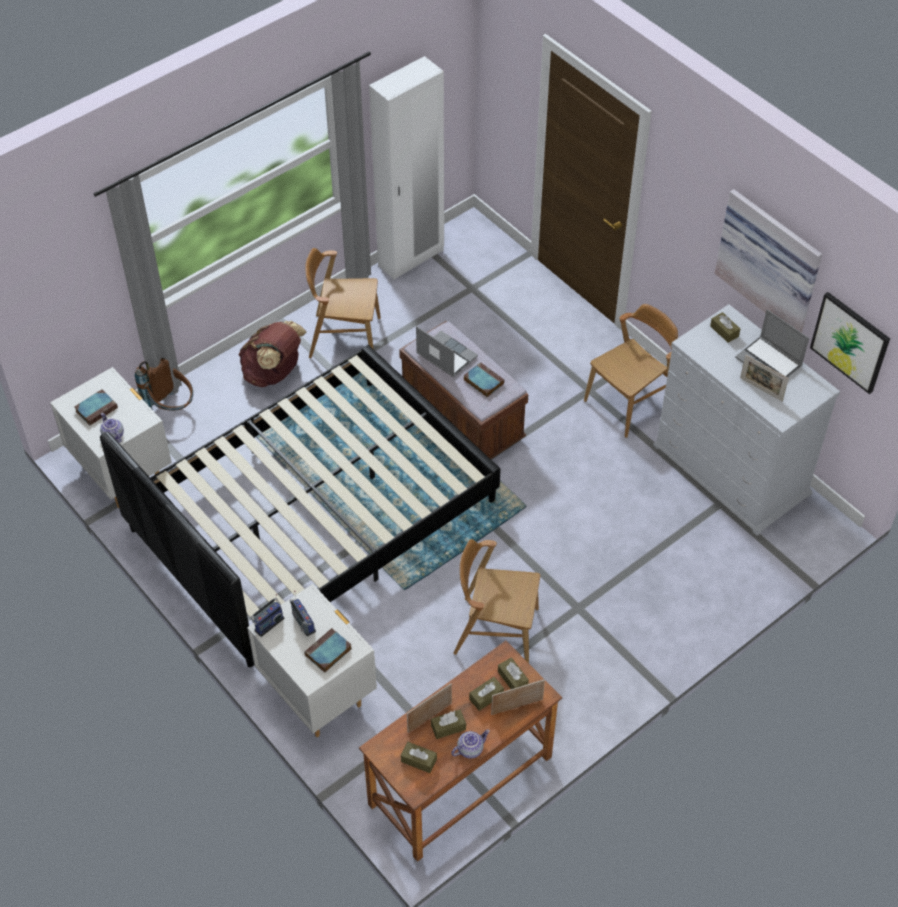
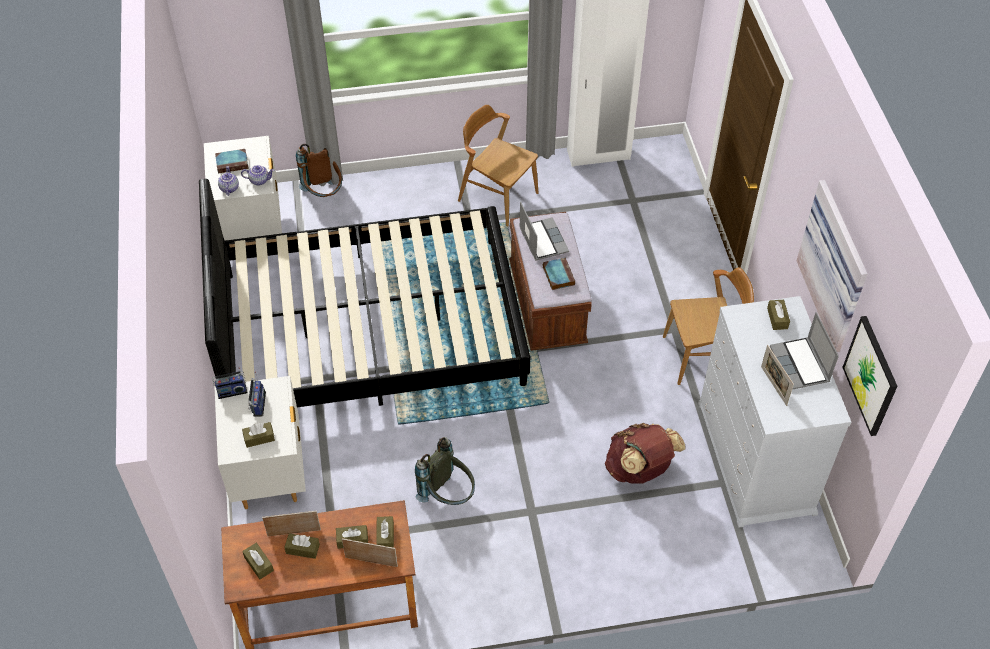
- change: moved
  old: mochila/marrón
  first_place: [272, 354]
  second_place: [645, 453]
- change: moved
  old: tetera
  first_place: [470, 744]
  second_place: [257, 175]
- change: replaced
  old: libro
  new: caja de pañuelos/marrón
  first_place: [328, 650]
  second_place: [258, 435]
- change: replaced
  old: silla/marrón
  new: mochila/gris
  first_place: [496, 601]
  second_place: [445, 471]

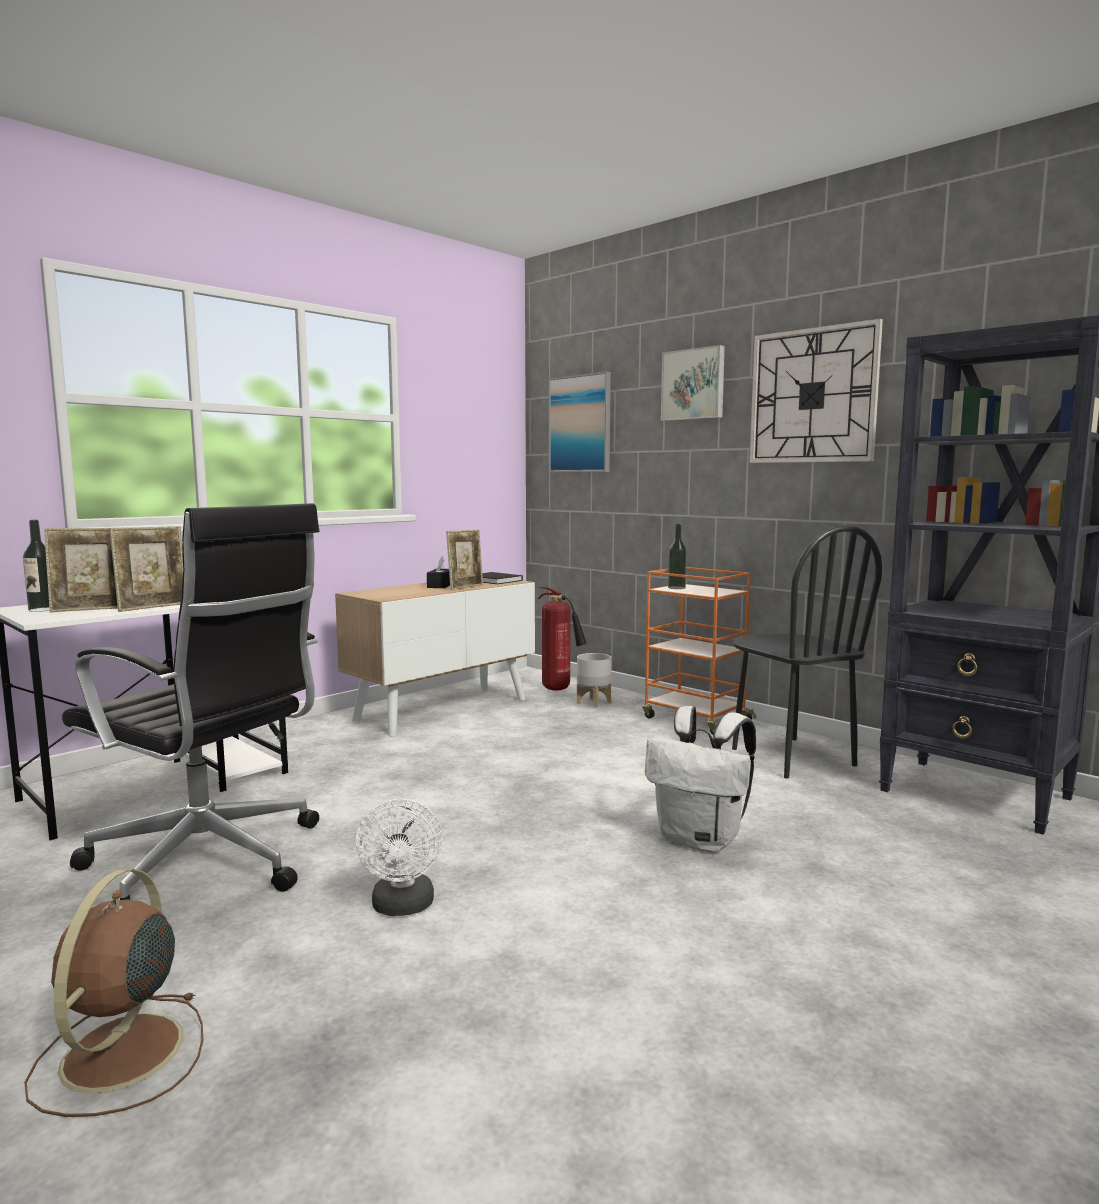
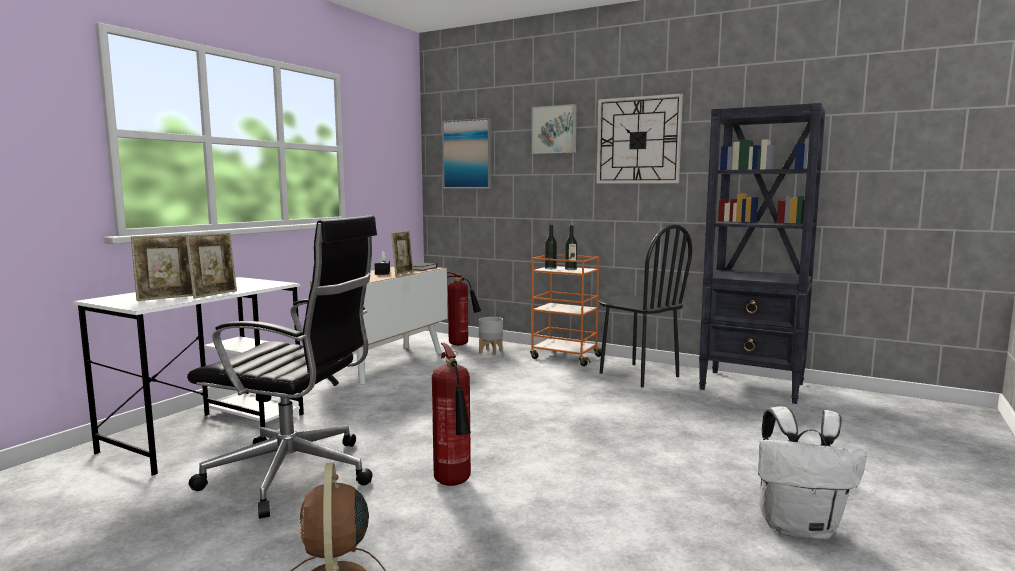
- change: moved
  old: botella
  first_place: [36, 566]
  second_place: [571, 247]
- change: moved
  old: mochila/blanco
  first_place: [700, 779]
  second_place: [812, 473]
- change: replaced
  old: ventilador/blanco
  new: extintor
  first_place: [399, 857]
  second_place: [451, 414]

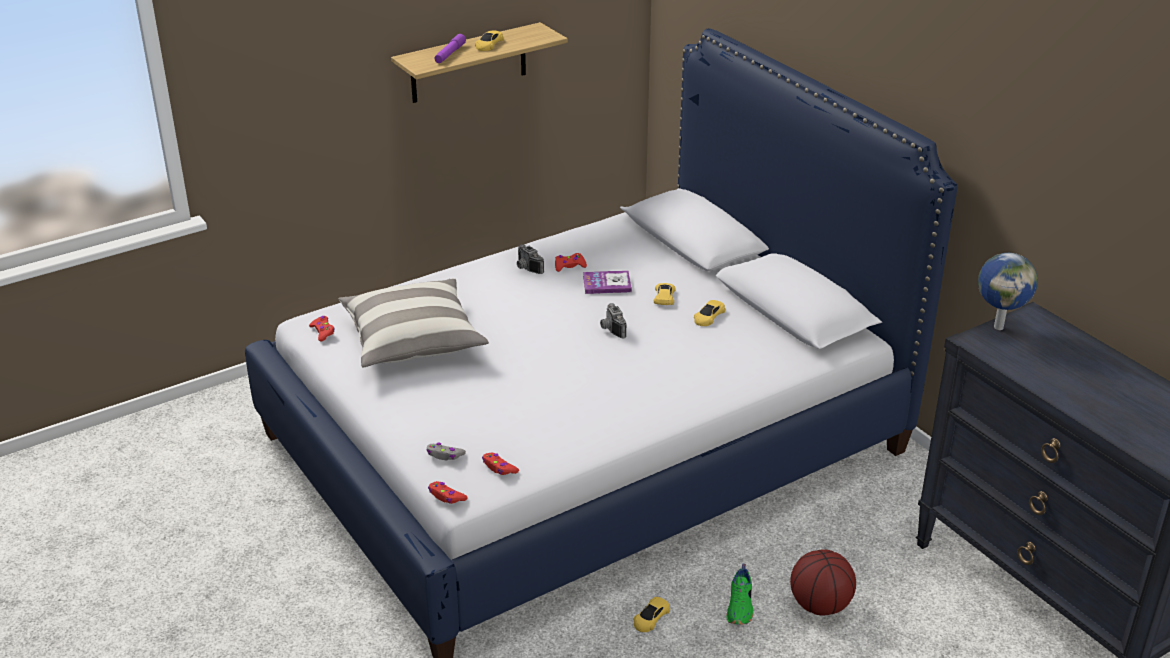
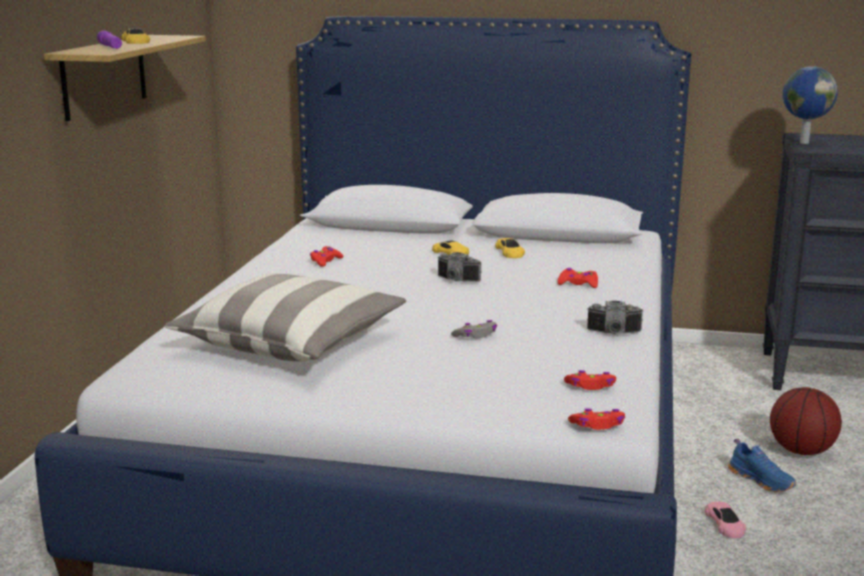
- change: removed
  old: libro
  first_place: [607, 282]
- change: moved
  old: mando de consola/rojo
  first_place: [322, 329]
  second_place: [577, 278]
- change: moved
  old: mando de consola/gris
  first_place: [446, 451]
  second_place: [474, 329]
- change: moved
  old: cámara
  first_place: [530, 259]
  second_place: [615, 317]
- change: recoloured
  old: coche de juguete/amarillo
  new: coche de juguete/rosa
  first_place: [651, 614]
  second_place: [725, 519]
- change: recoloured
  old: zapato/verde
  new: zapato/azul
  first_place: [739, 594]
  second_place: [762, 465]

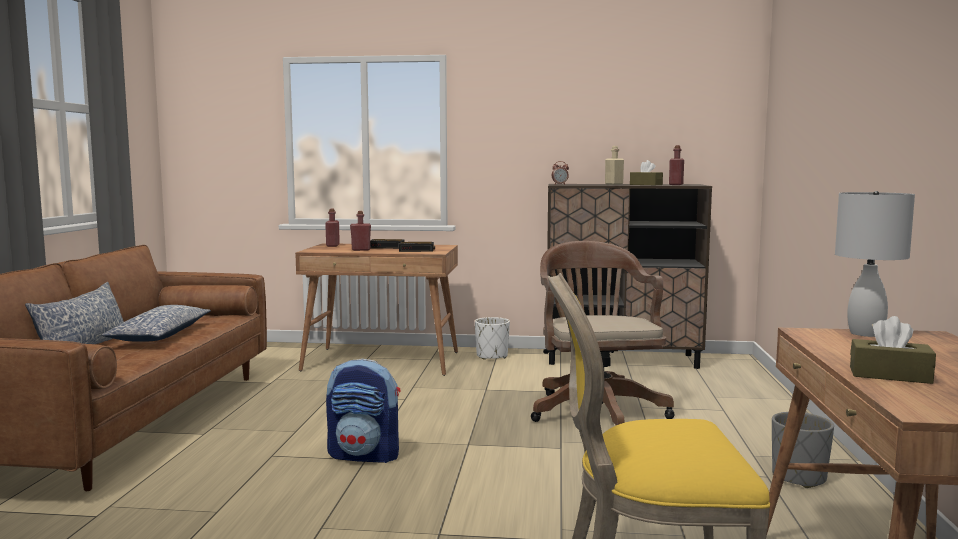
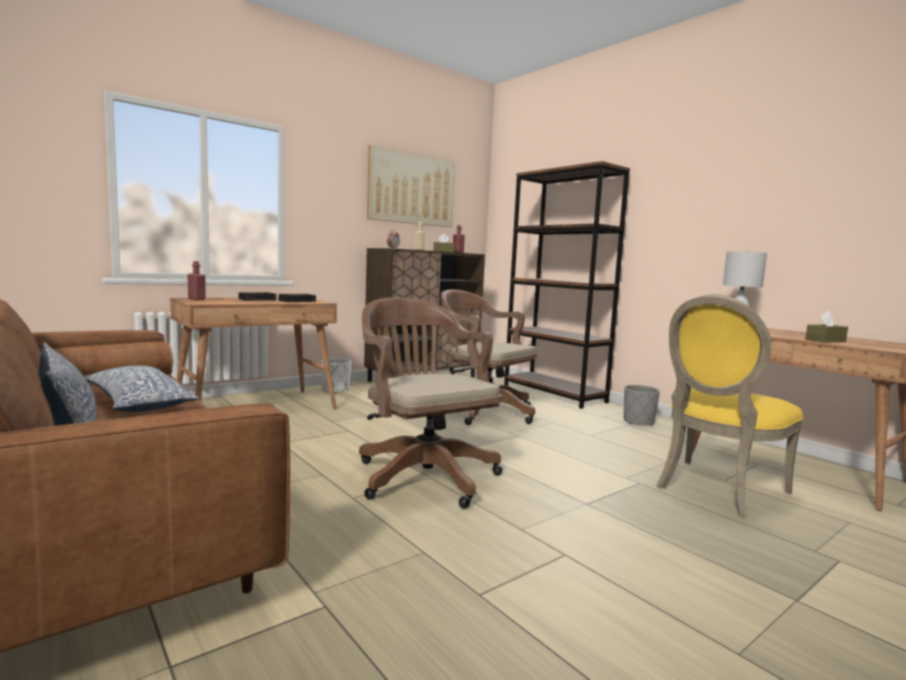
- change: removed
  old: botella/rojo
  first_place: [360, 231]
- change: added
  new: cuadro
  second_place: [411, 186]
- change: added
  new: estantería/marrón
  second_place: [567, 285]
- change: replaced
  old: mochila
  new: silla de oficina/marrón
  first_place: [363, 411]
  second_place: [431, 403]

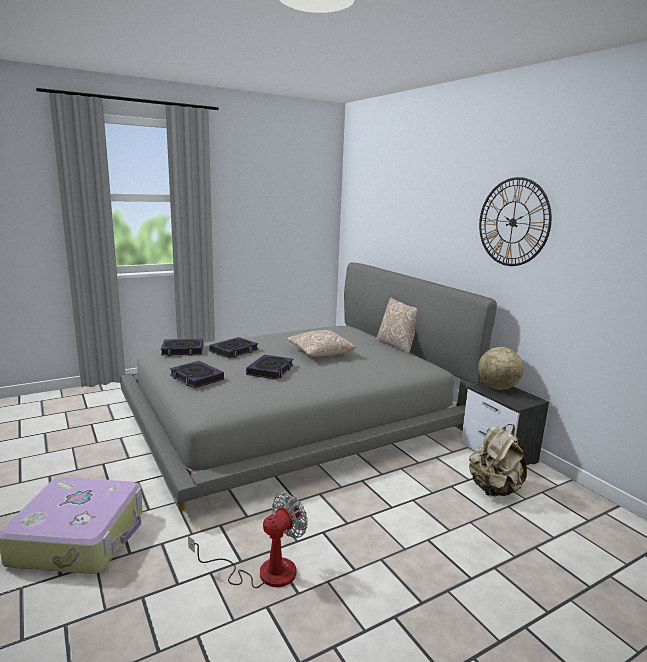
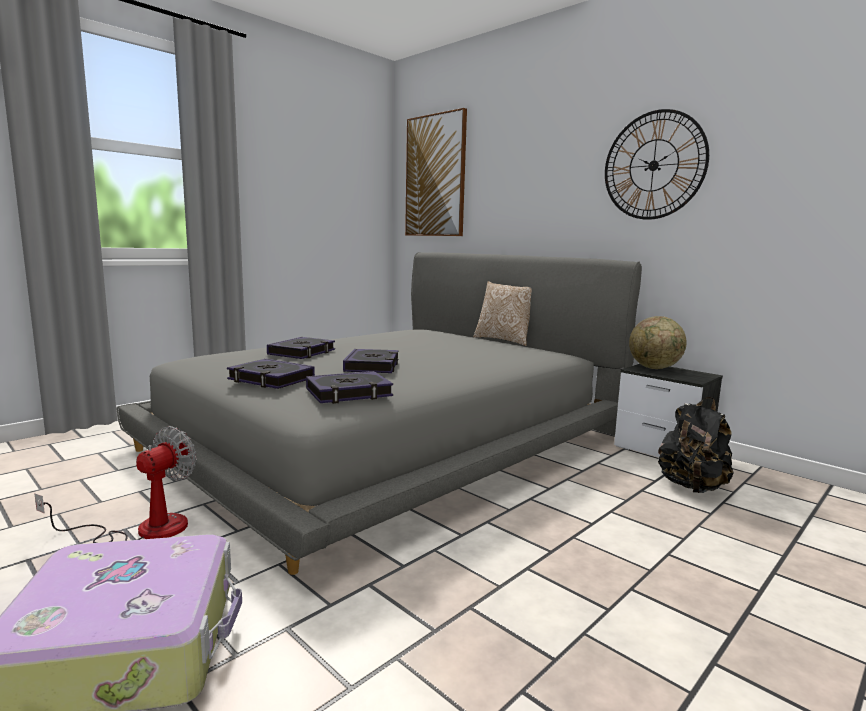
- change: removed
  old: cojín
  first_place: [321, 343]
- change: added
  new: cuadro
  second_place: [436, 172]
- change: moved
  old: libro
  first_place: [182, 347]
  second_place: [349, 387]
- change: moved
  old: ventilador
  first_place: [248, 540]
  second_place: [115, 484]
- change: recoloured
  old: mochila/beis
  new: mochila/negro
  first_place: [498, 460]
  second_place: [695, 445]

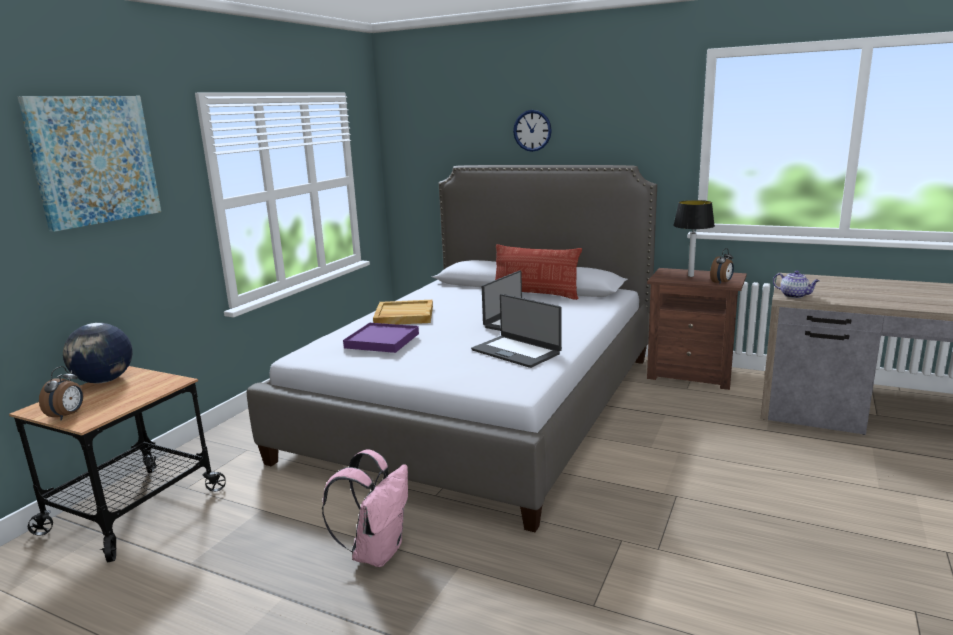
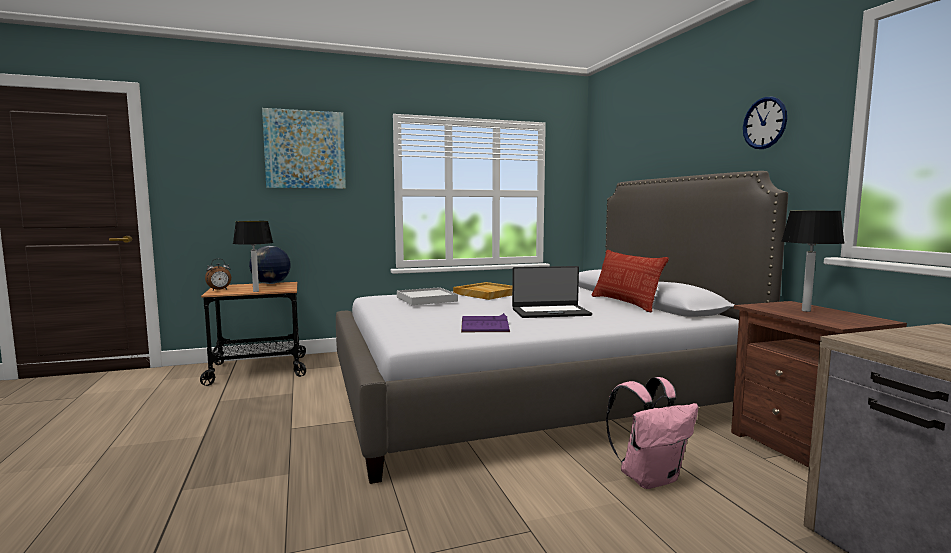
- change: removed
  old: despertador
  first_place: [722, 266]
- change: removed
  old: tetera
  first_place: [796, 284]
- change: added
  new: lámpara de mesa
  second_place: [253, 256]
- change: moved
  old: mochila/rosa
  first_place: [365, 508]
  second_place: [652, 433]
- change: moved
  old: reloj de pared
  first_place: [532, 131]
  second_place: [765, 123]
- change: replaced
  old: portátil
  new: libro/morado
  first_place: [516, 331]
  second_place: [485, 322]
- change: recoloured
  old: bandeja/morado
  new: bandeja/blanco
  first_place: [381, 338]
  second_place: [427, 296]

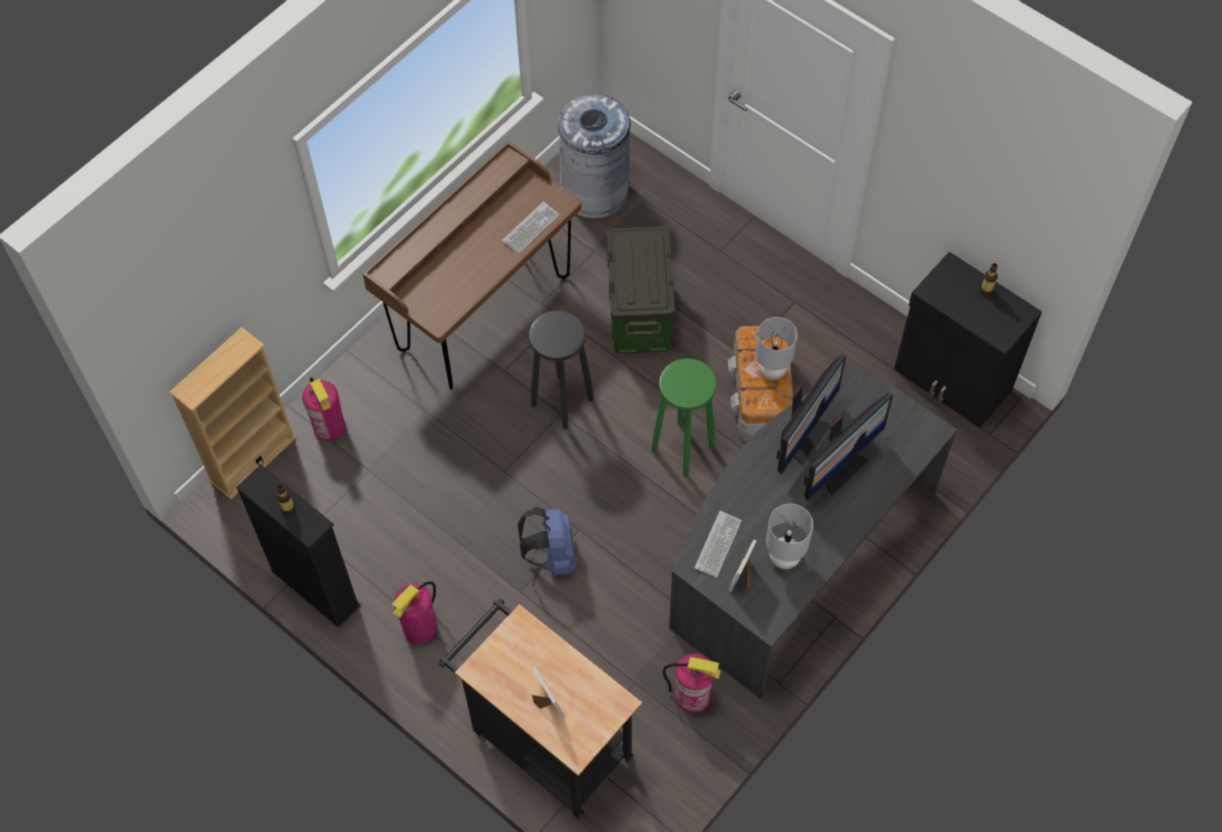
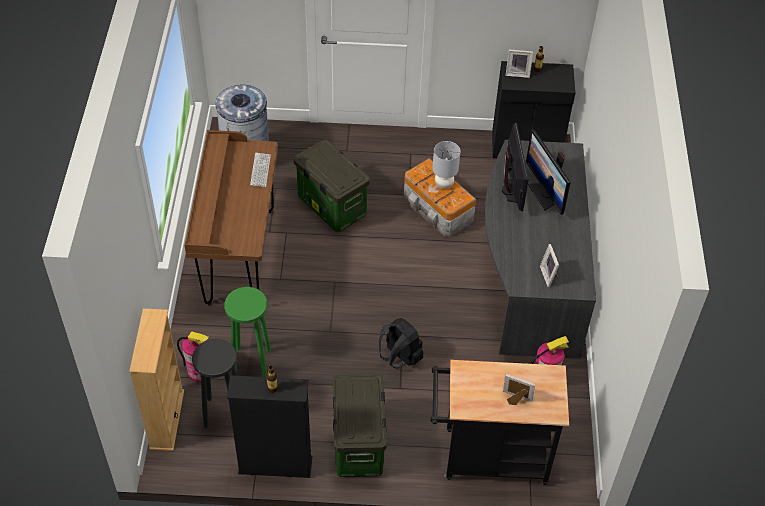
- change: removed
  old: teclado
  first_place: [718, 544]
- change: removed
  old: lámpara de mesa/gris
  first_place: [789, 536]
- change: added
  new: portarretratos
  second_place: [519, 64]
- change: moved
  old: taburete/negro
  first_place: [561, 369]
  second_place: [214, 383]
- change: moved
  old: taburete/verde
  first_place: [684, 417]
  second_place: [247, 332]
- change: replaced
  old: extintor
  new: caja de almacenaje
  first_place: [414, 612]
  second_place: [360, 425]
- change: recoloured
  old: mochila/azul
  new: mochila/negro
  first_place: [547, 541]
  second_place: [400, 343]
- change: turned
  old: monitor
  first_place: [848, 447]
  second_place: [548, 172]
  degrees: 150

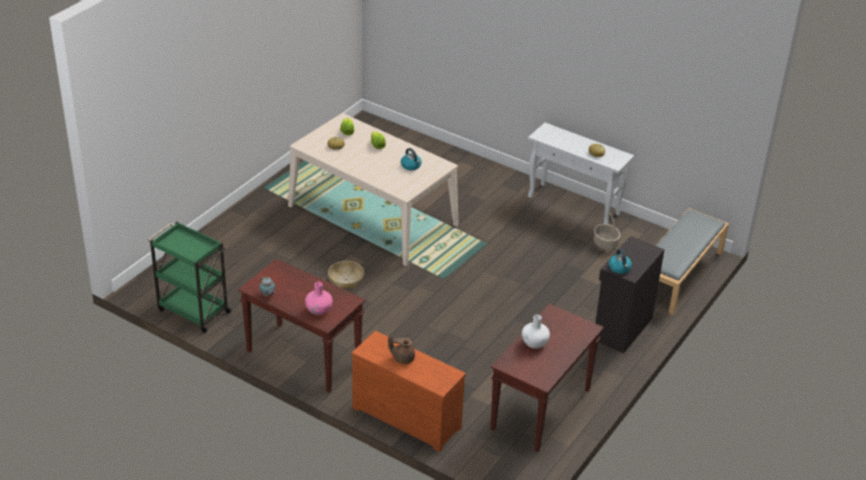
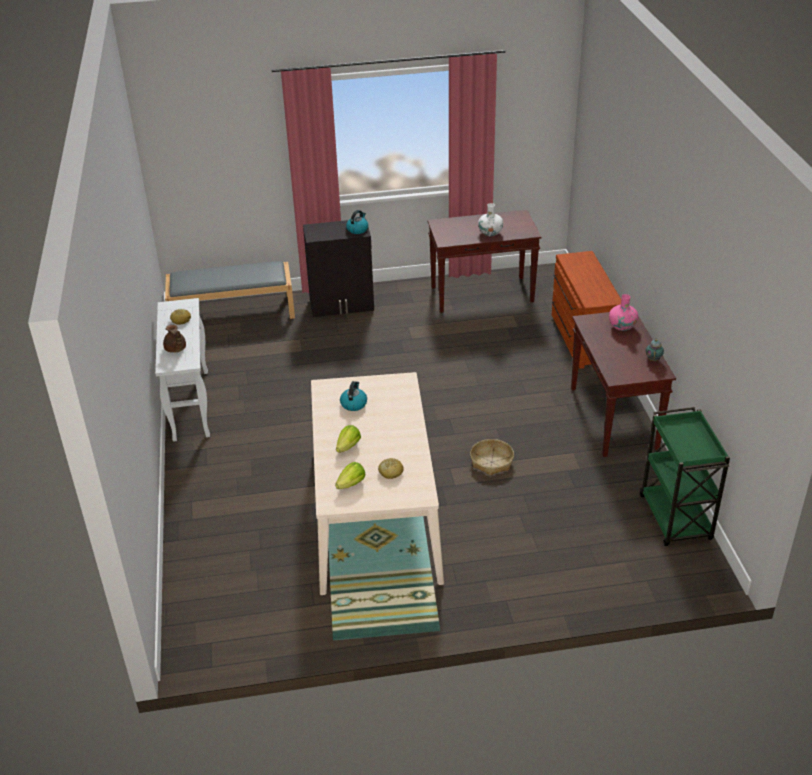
- change: removed
  old: cesta
  first_place: [607, 230]
- change: moved
  old: tetera/marrón
  first_place: [401, 349]
  second_place: [174, 339]

